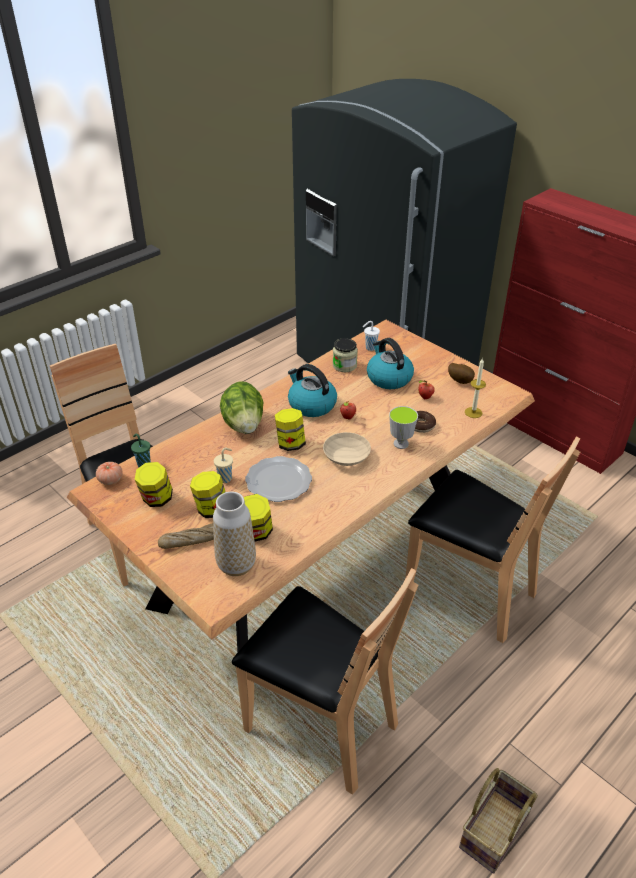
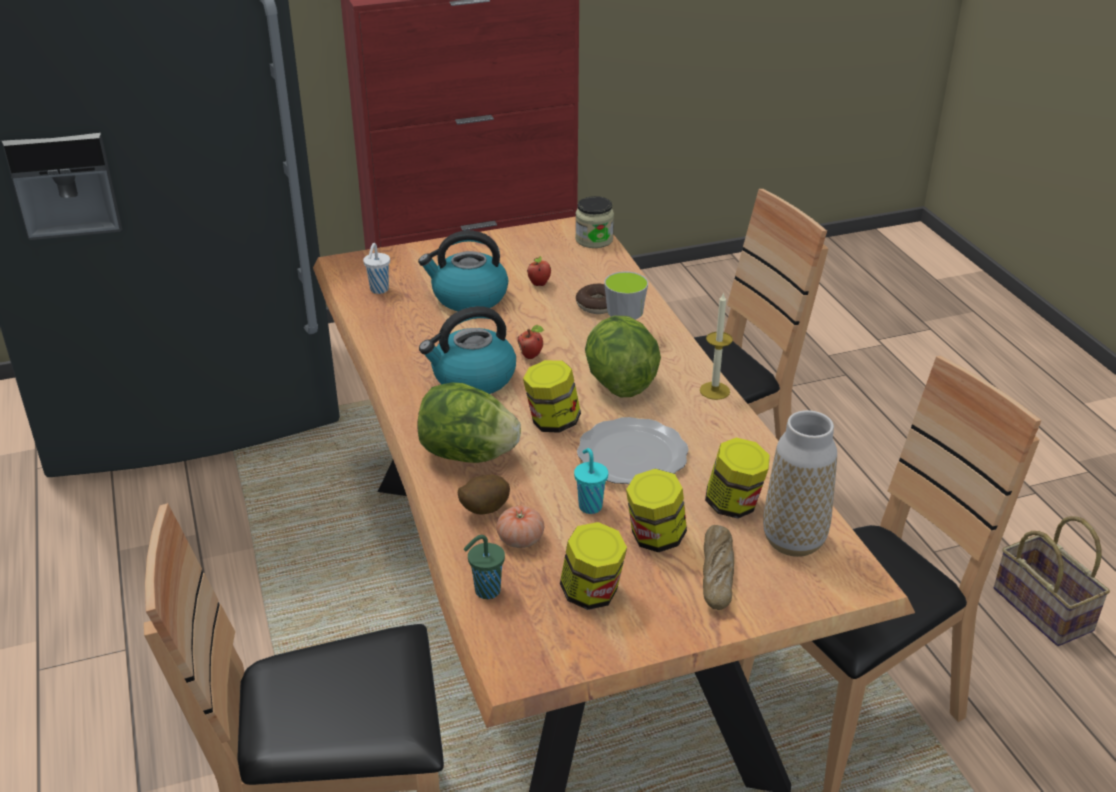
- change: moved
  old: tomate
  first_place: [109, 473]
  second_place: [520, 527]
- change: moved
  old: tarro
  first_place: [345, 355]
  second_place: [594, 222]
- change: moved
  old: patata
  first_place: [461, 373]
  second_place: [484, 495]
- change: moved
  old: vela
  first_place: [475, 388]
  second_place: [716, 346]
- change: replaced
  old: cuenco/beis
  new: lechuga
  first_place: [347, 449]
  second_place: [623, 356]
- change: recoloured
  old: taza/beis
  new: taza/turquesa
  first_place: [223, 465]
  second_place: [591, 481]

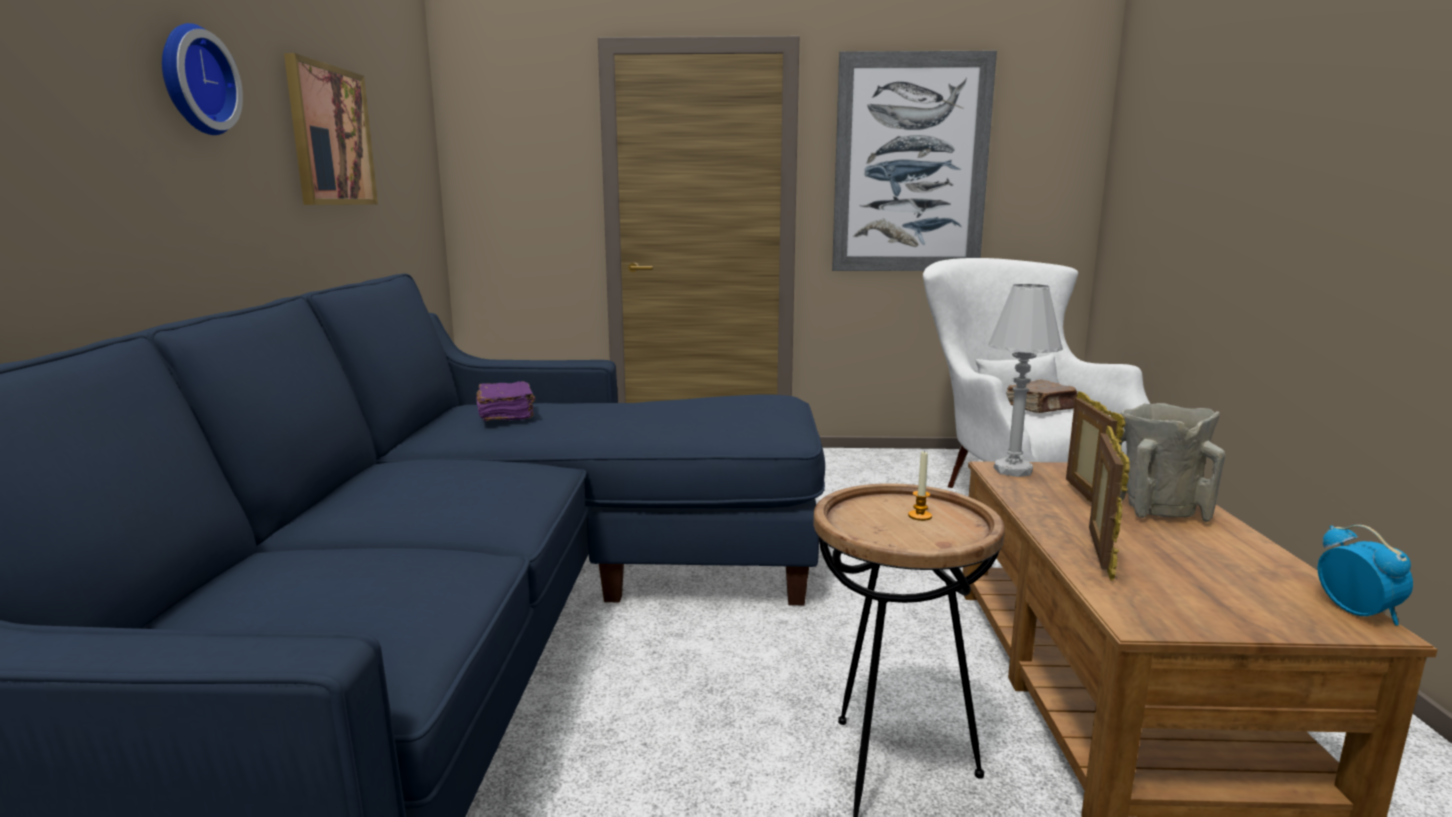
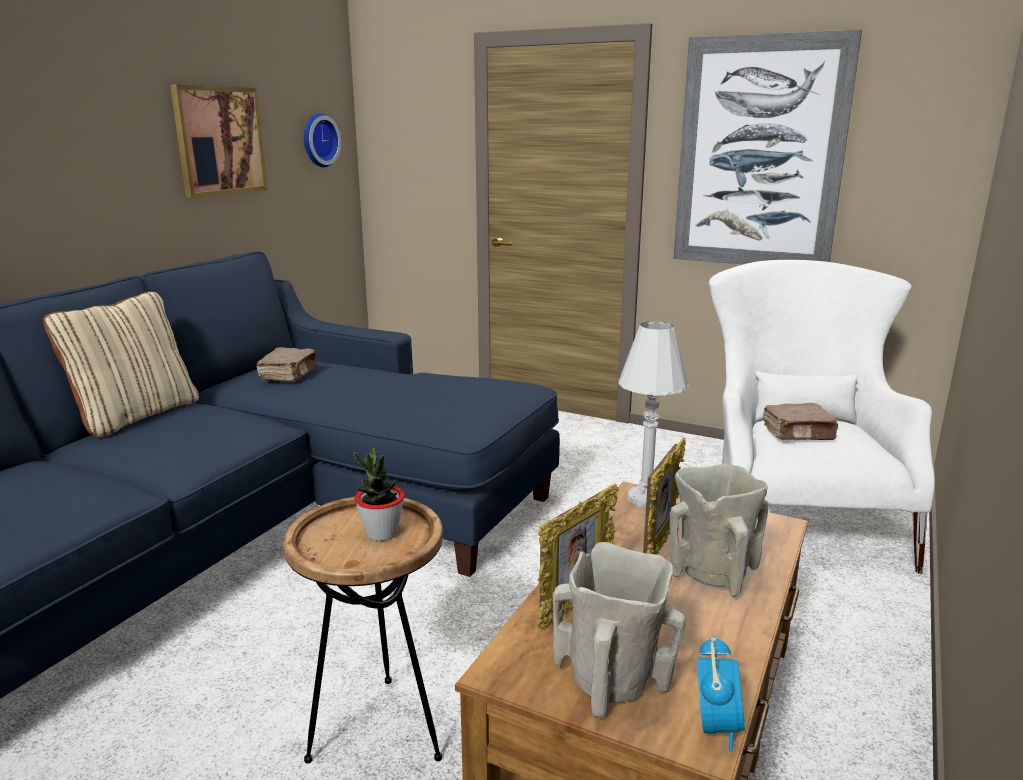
- change: added
  new: cojín/beis
  second_place: [121, 364]
- change: added
  new: florero/beis
  second_place: [619, 630]
- change: moved
  old: reloj de pared
  first_place: [202, 79]
  second_place: [322, 140]
- change: replaced
  old: vela
  new: planta en maceta
  first_place: [920, 485]
  second_place: [379, 494]
- change: recoloured
  old: libro/morado
  new: libro/marrón
  first_place: [505, 401]
  second_place: [286, 364]

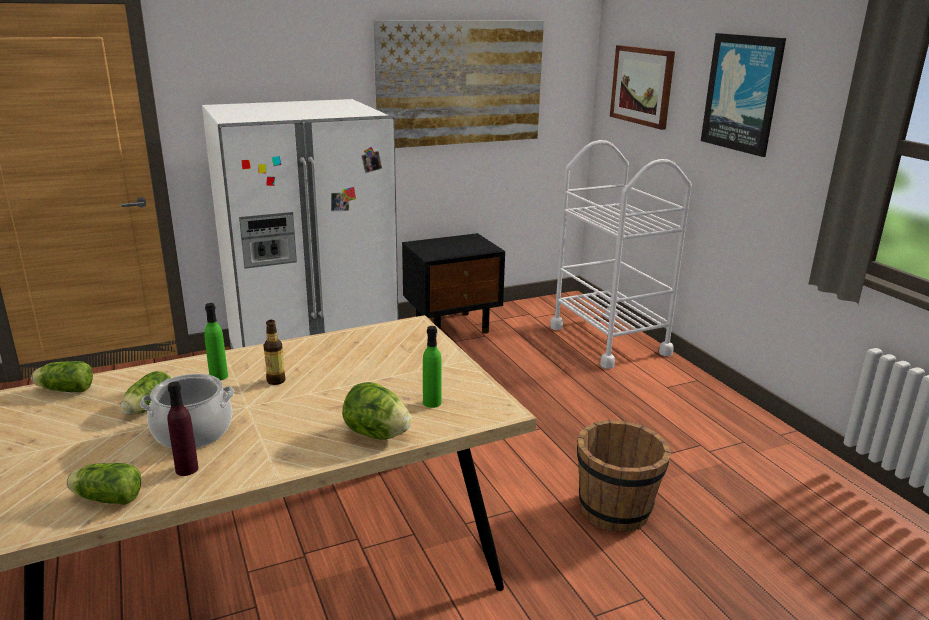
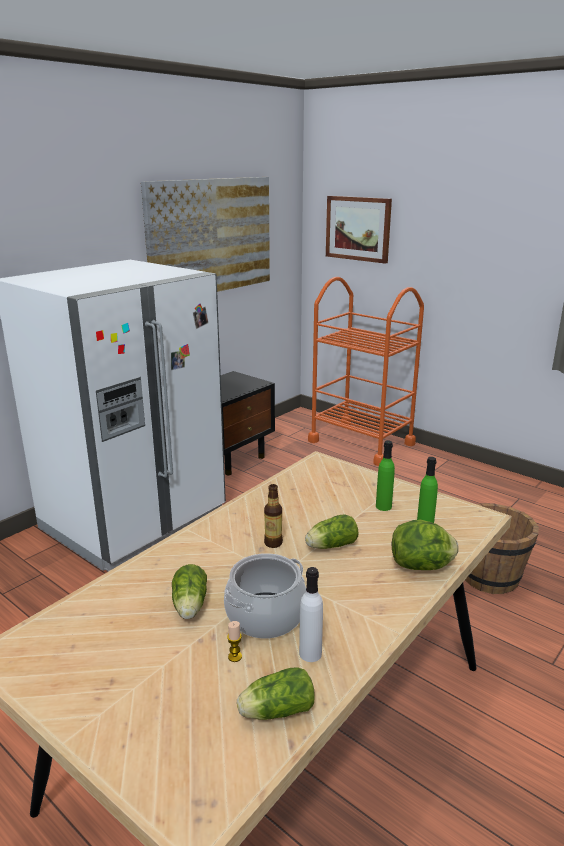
- change: removed
  old: cuadro
  first_place: [743, 95]
- change: added
  new: vela
  second_place: [234, 641]
- change: moved
  old: lechuga
  first_place: [62, 376]
  second_place: [332, 531]
- change: moved
  old: botella/verde
  first_place: [216, 342]
  second_place: [385, 476]
- change: recoloured
  old: botella/morado
  new: botella/blanco
  first_place: [183, 429]
  second_place: [311, 614]
- change: recoloured
  old: carrito/blanco
  new: carrito/naranja
  first_place: [621, 254]
  second_place: [366, 371]

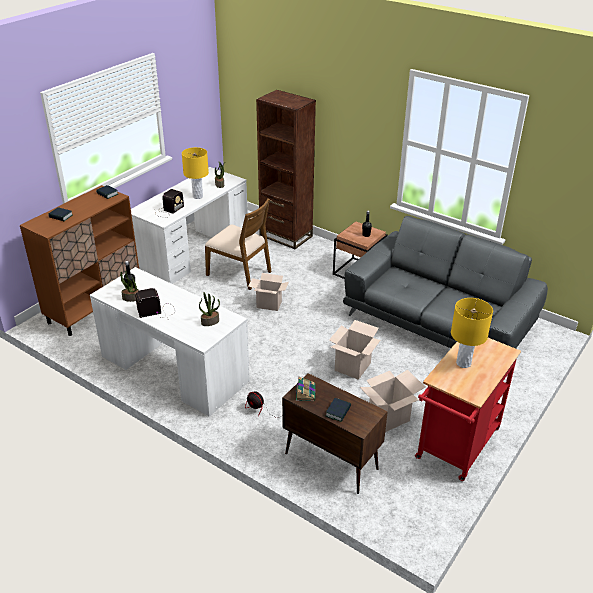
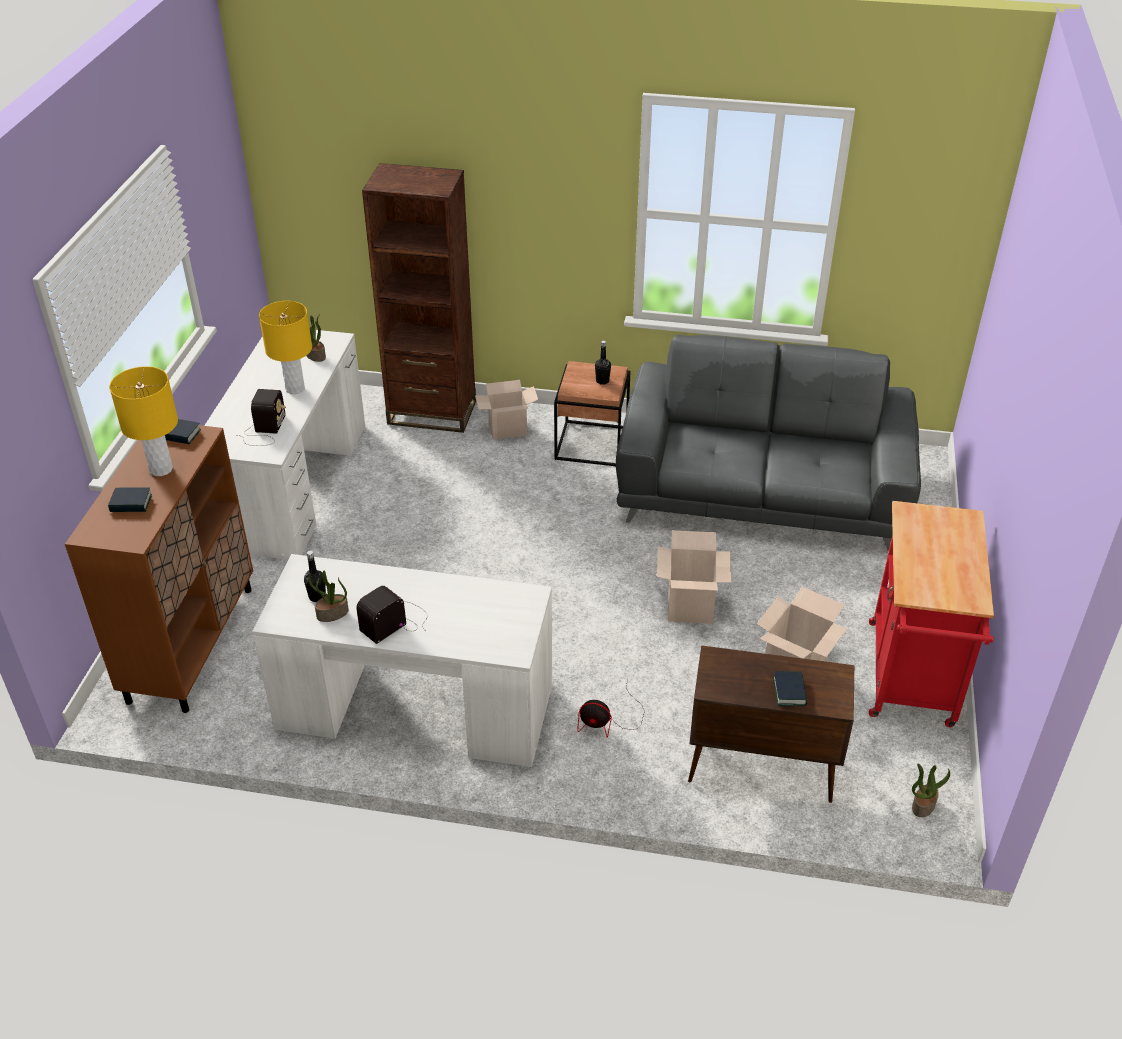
- change: removed
  old: silla/marrón
  first_place: [238, 244]
- change: removed
  old: libro
  first_place: [305, 388]
- change: moved
  old: planta en maceta
  first_place: [209, 309]
  second_place: [931, 790]
- change: moved
  old: caja de cartón
  first_place: [268, 292]
  second_place: [506, 410]
- change: moved
  old: lámpara de mesa/amarillo
  first_place: [472, 333]
  second_place: [143, 421]

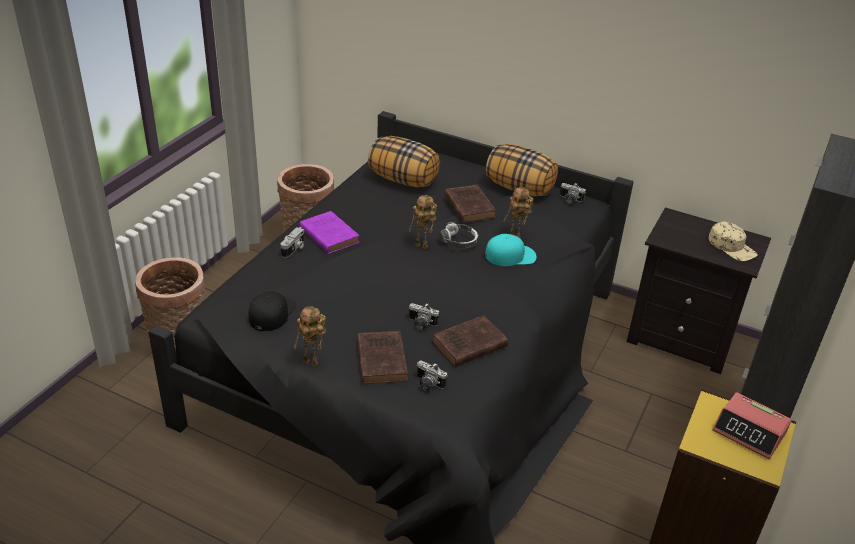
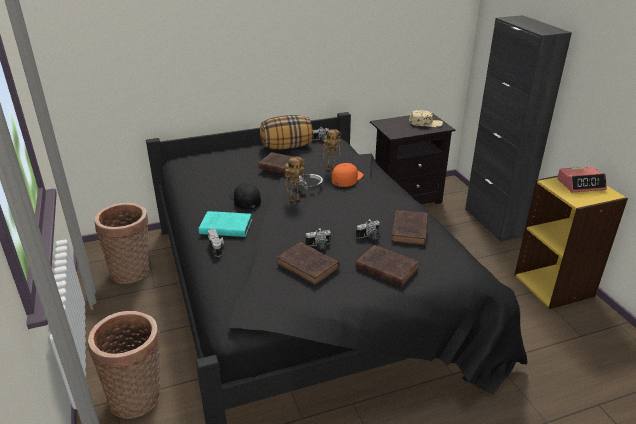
- change: removed
  old: robot de juguete
  first_place: [310, 336]
- change: removed
  old: cojín
  first_place: [404, 161]
- change: added
  new: libro/marrón
  second_place: [308, 263]
- change: moved
  old: gorra/negro
  first_place: [272, 311]
  second_place: [245, 196]
- change: moved
  old: cámara
  first_place: [431, 375]
  second_place: [318, 239]
- change: recoloured
  old: libro/morado
  new: libro/turquesa
  first_place: [330, 232]
  second_place: [225, 224]
- change: recoloured
  old: gorra/turquesa
  new: gorra/naranja
  first_place: [511, 250]
  second_place: [347, 175]

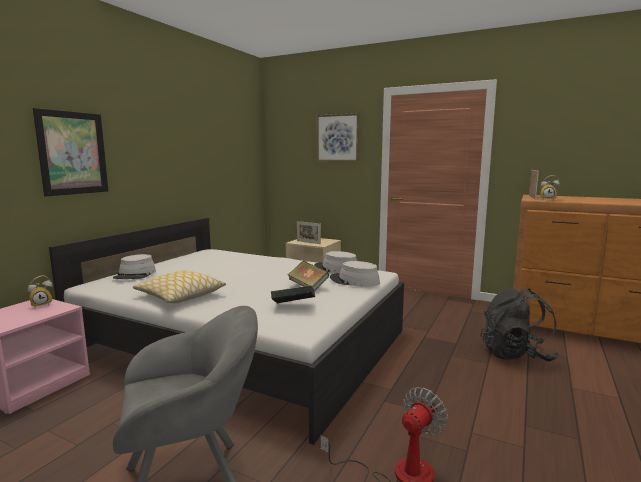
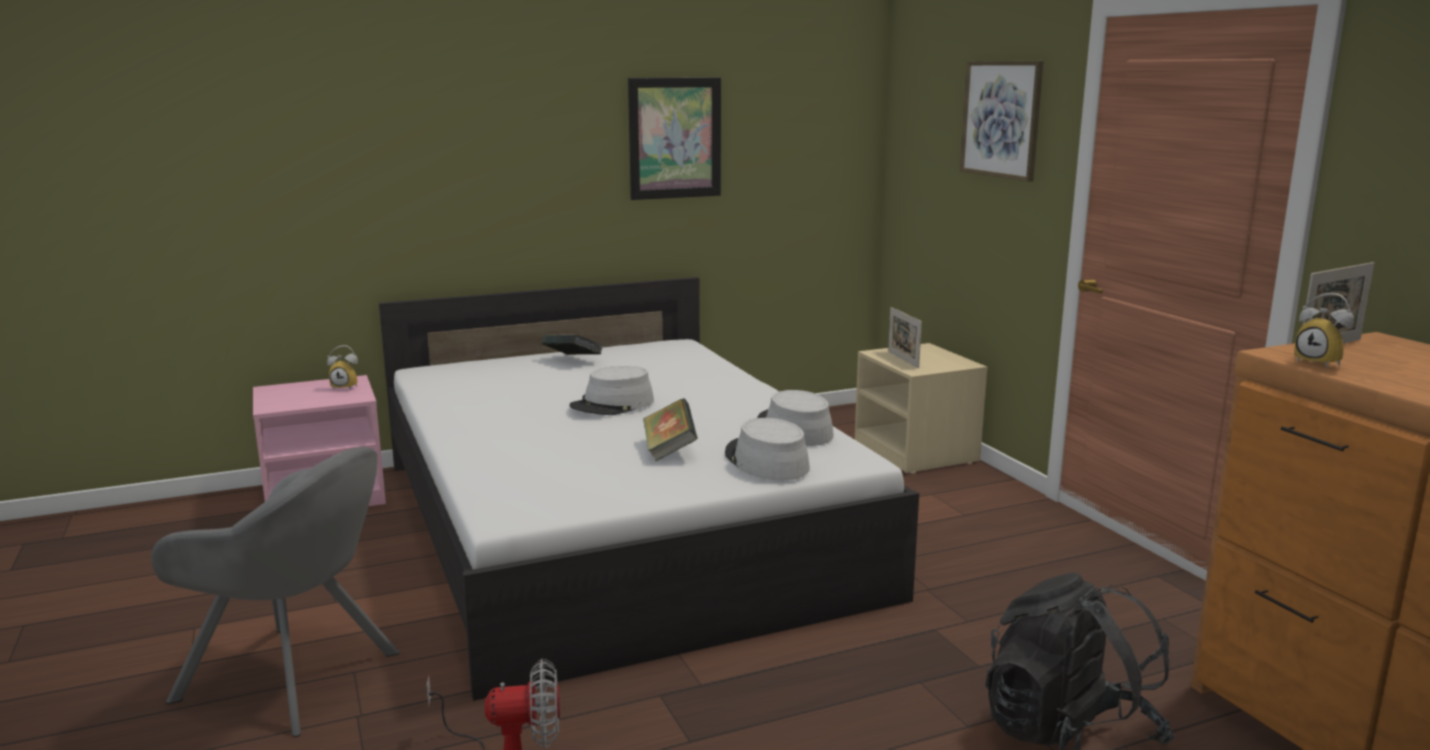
- change: removed
  old: cojín
  first_place: [179, 286]
- change: moved
  old: cuadro
  first_place: [70, 152]
  second_place: [674, 138]
- change: moved
  old: sombrero/gris
  first_place: [134, 266]
  second_place: [611, 390]
- change: moved
  old: libro
  first_place: [293, 294]
  second_place: [573, 345]

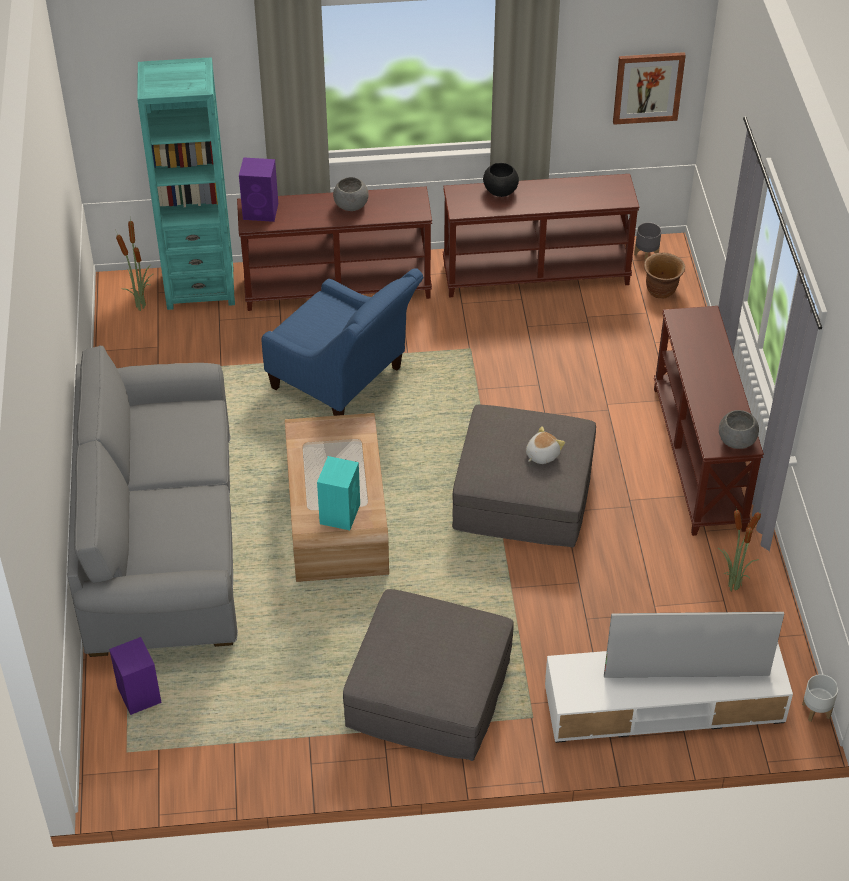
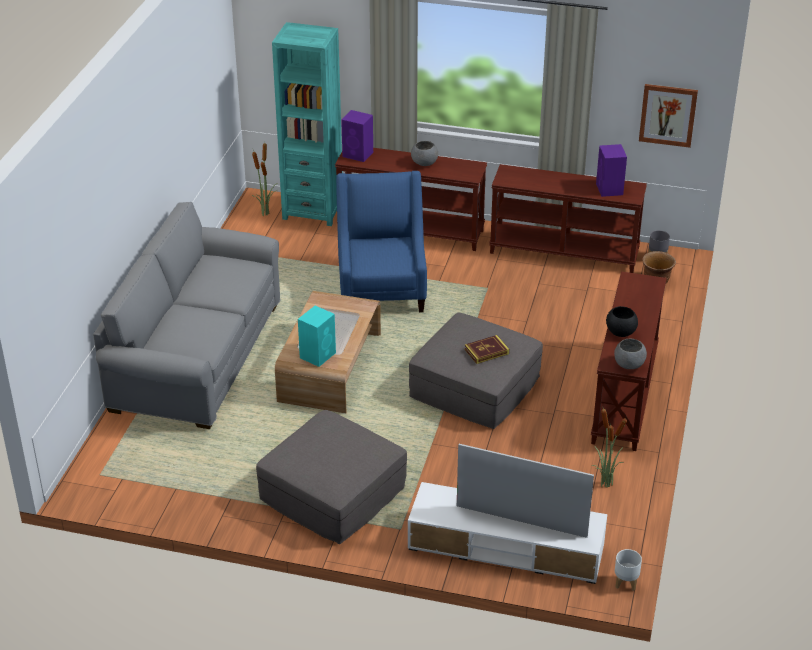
- change: moved
  old: altavoz/morado
  first_place: [135, 676]
  second_place: [611, 170]
- change: moved
  old: cuenco/negro
  first_place: [501, 180]
  second_place: [622, 321]
- change: replaced
  old: peluche
  new: libro
  first_place: [545, 445]
  second_place: [487, 349]
- change: turned
  old: sillón/azul
  first_place: [342, 342]
  second_place: [381, 241]
  degrees: -150

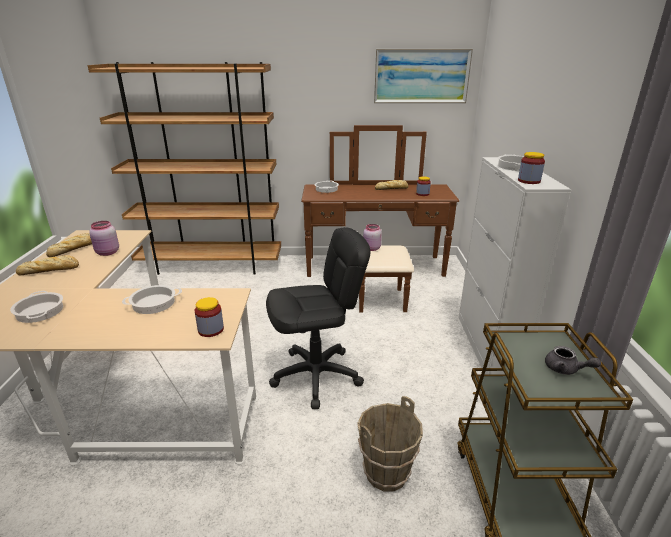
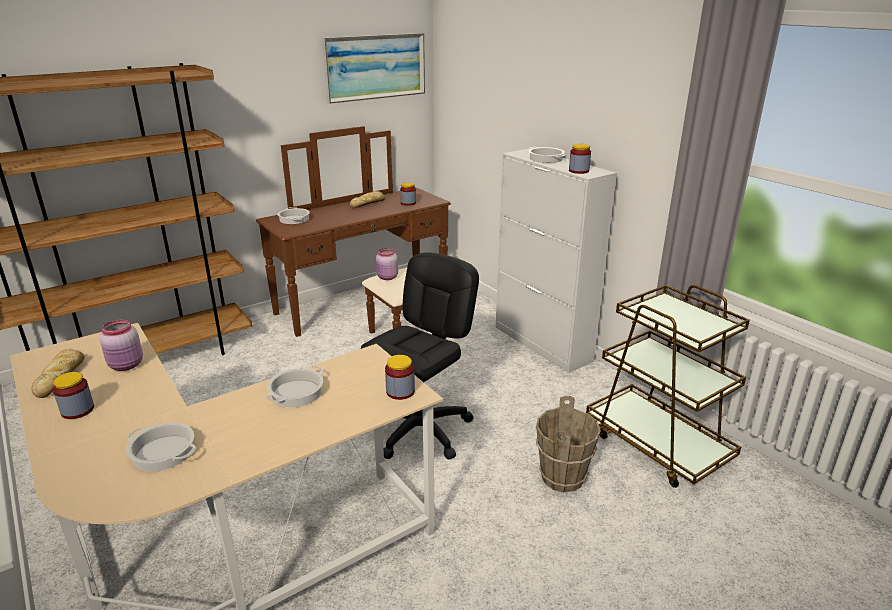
- change: removed
  old: tetera/gris
  first_place: [573, 360]
- change: replaced
  old: pan
  new: tarro
  first_place: [47, 265]
  second_place: [73, 395]

